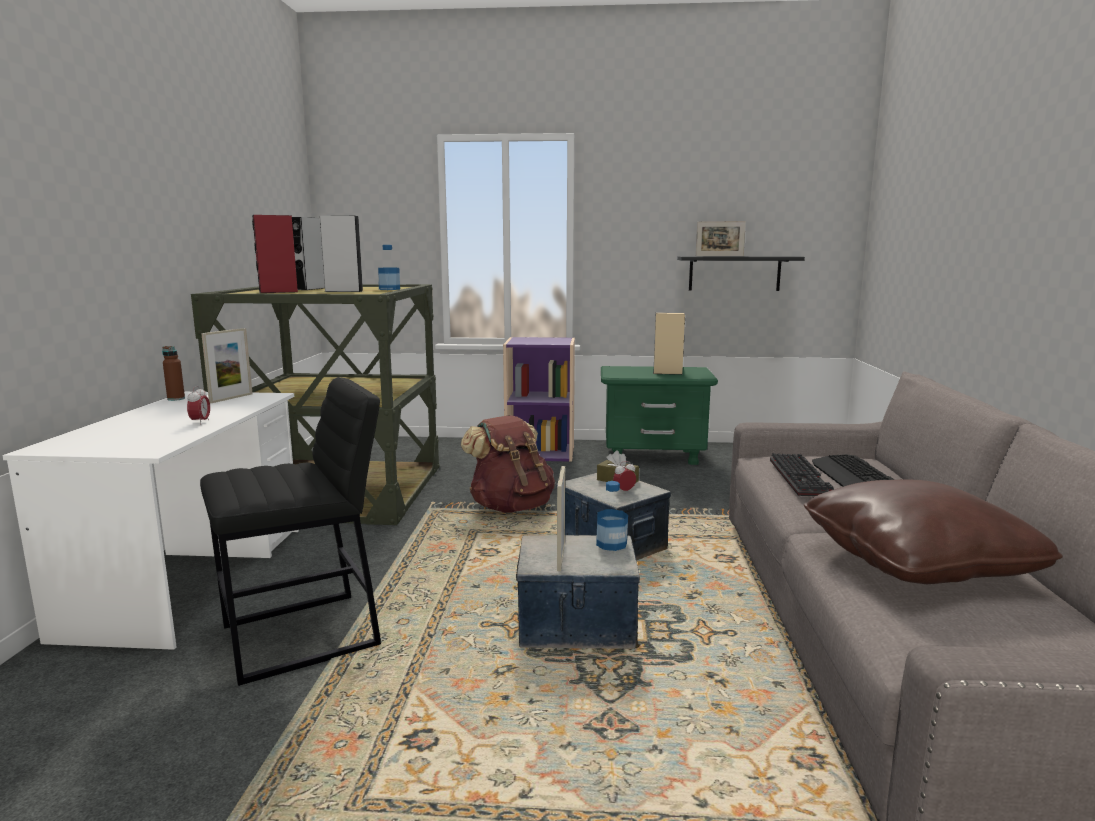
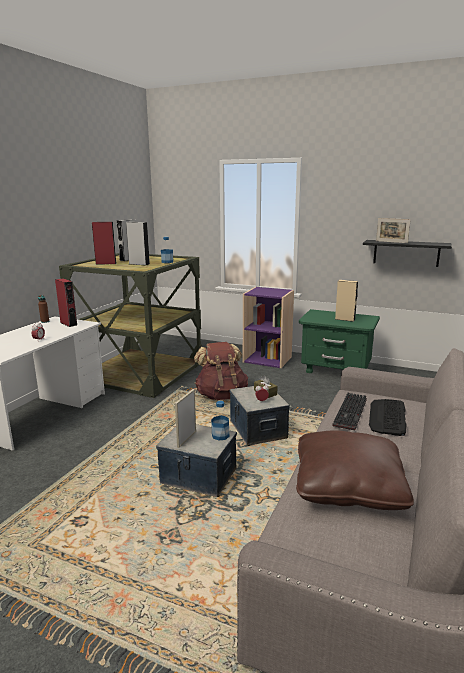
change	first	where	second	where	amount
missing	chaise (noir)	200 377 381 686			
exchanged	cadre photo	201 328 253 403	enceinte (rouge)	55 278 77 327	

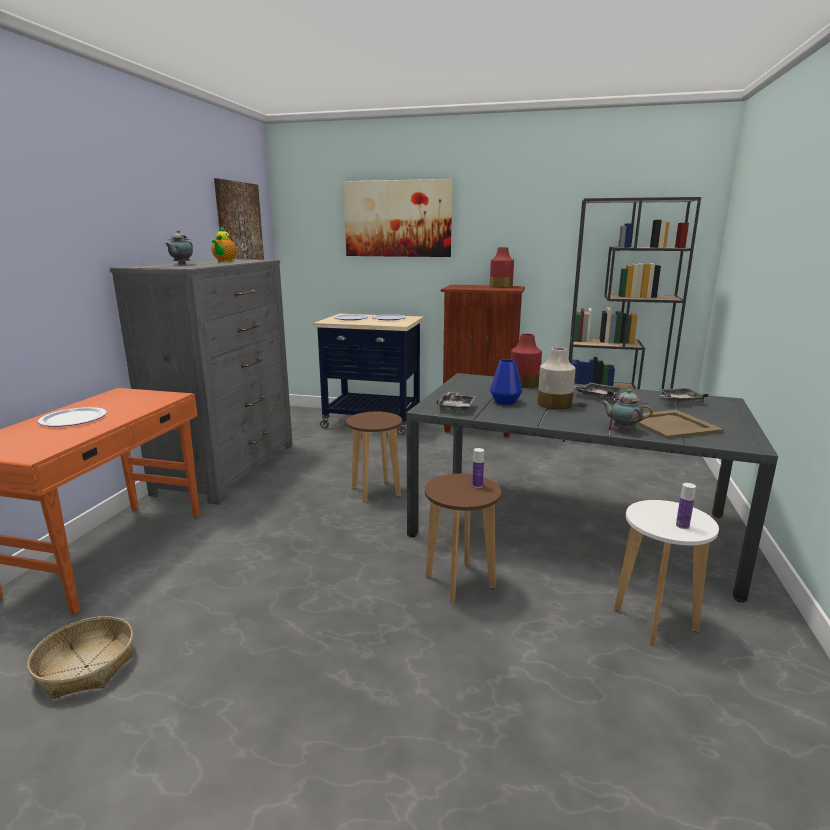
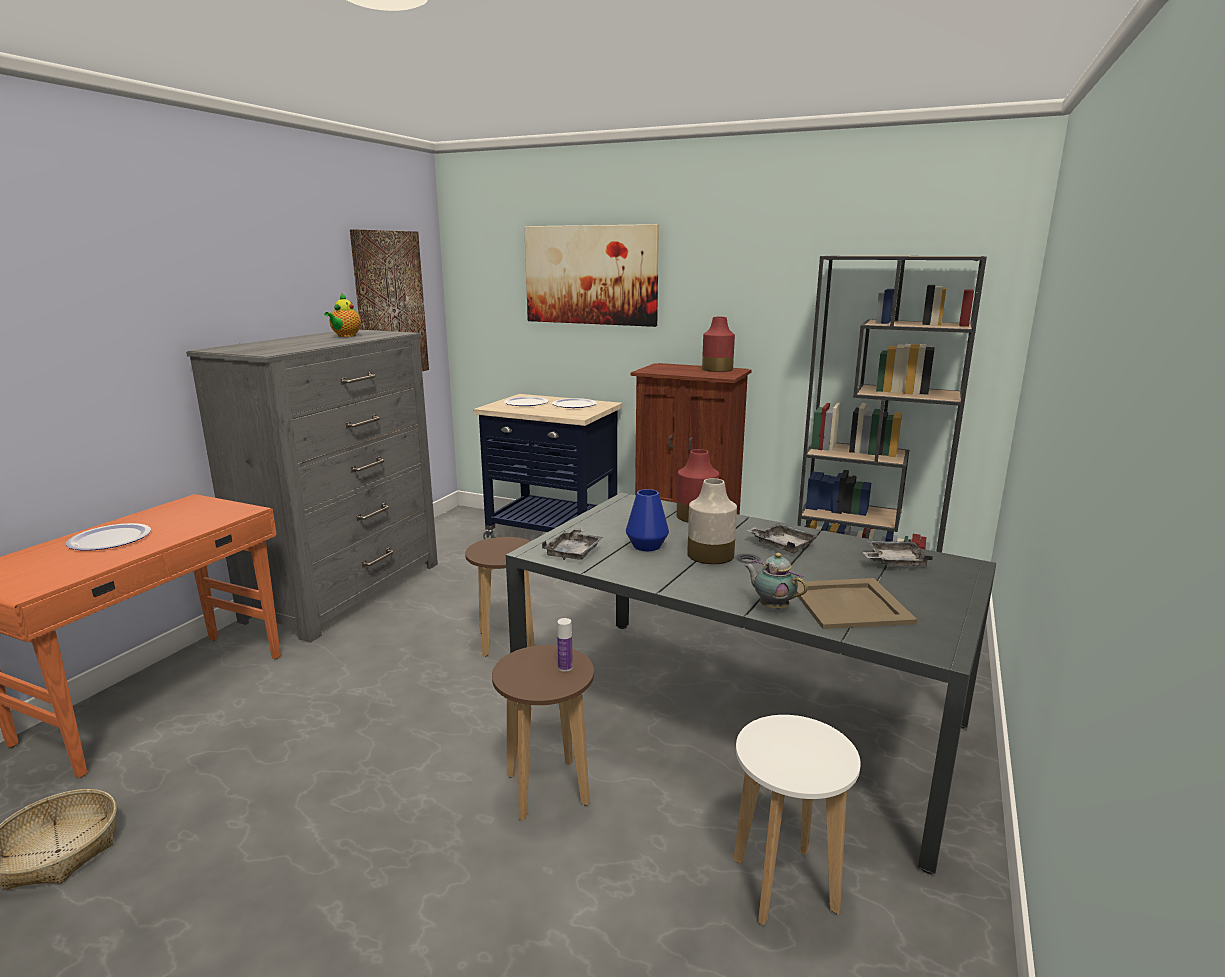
change	first	where	second	where	amount
missing	théière	165 230 193 265			
missing	bouteille	676 483 696 529			

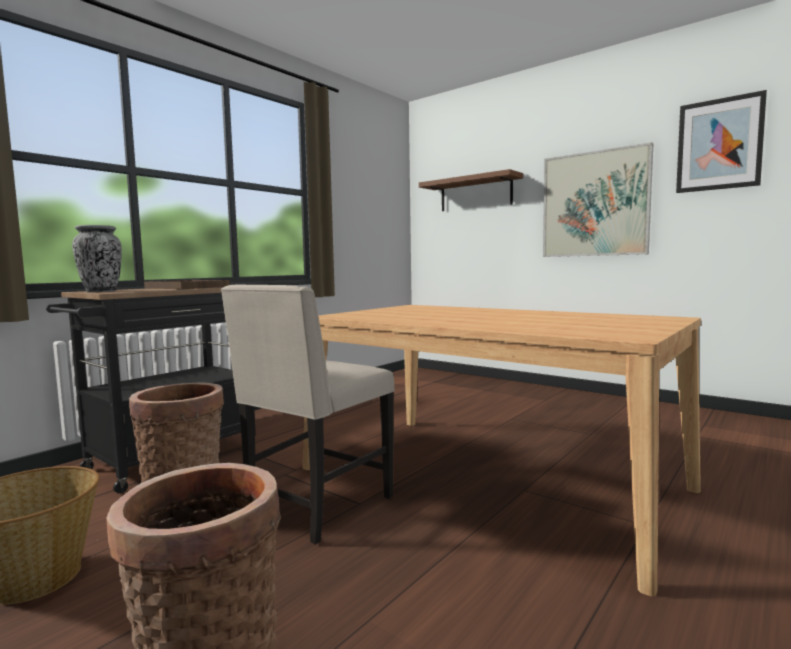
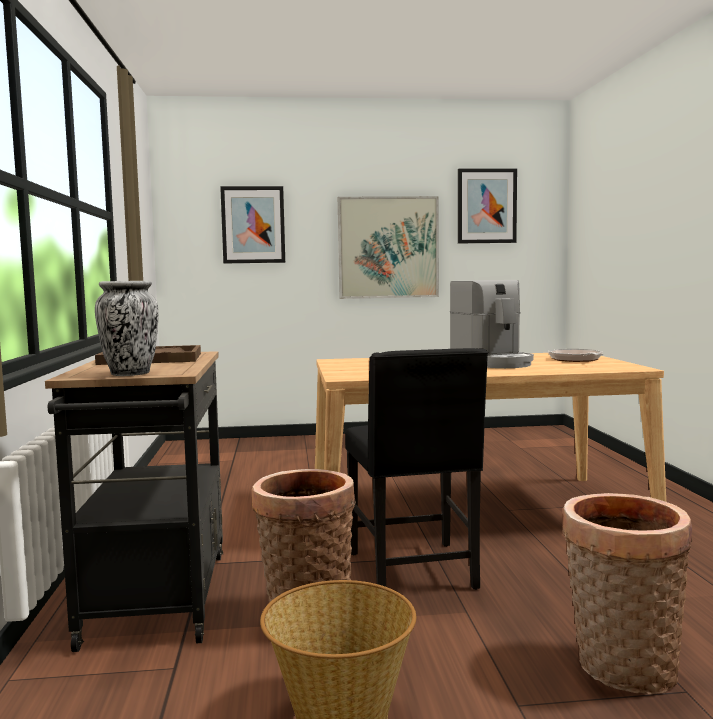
change	first	where	second	where	amount
appeared			machine à café	450 280 534 368	
appeared			poêle	548 349 604 362	
exchanged	étagère (marron)	419 169 523 211	tableau	220 186 285 263	
colour	chaise (beige)	221 285 395 545	chaise (noir)	345 348 488 590	

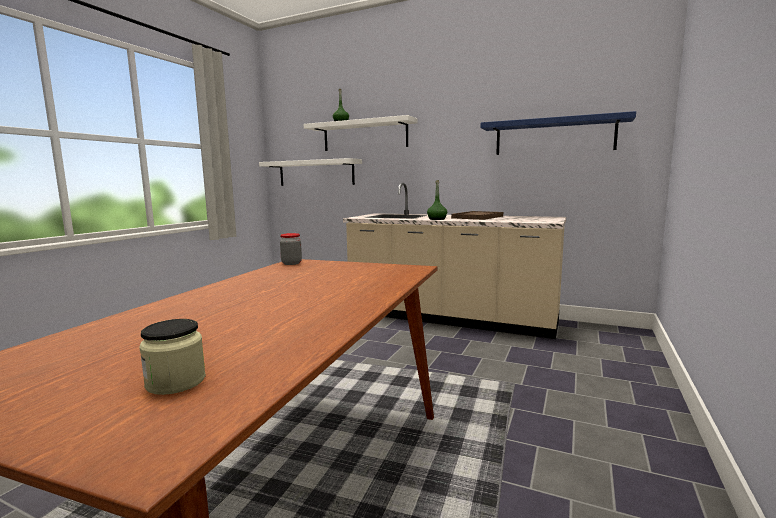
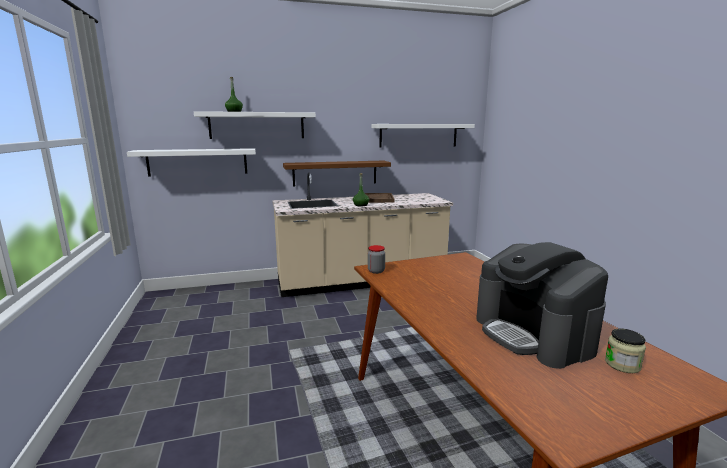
change	first	where	second	where	amount
appeared			étagère (marron)	283 161 391 187	
appeared			machine à café	476 242 608 369	
colour	étagère (bleu)	481 111 636 155	étagère (blanc)	372 124 475 148	

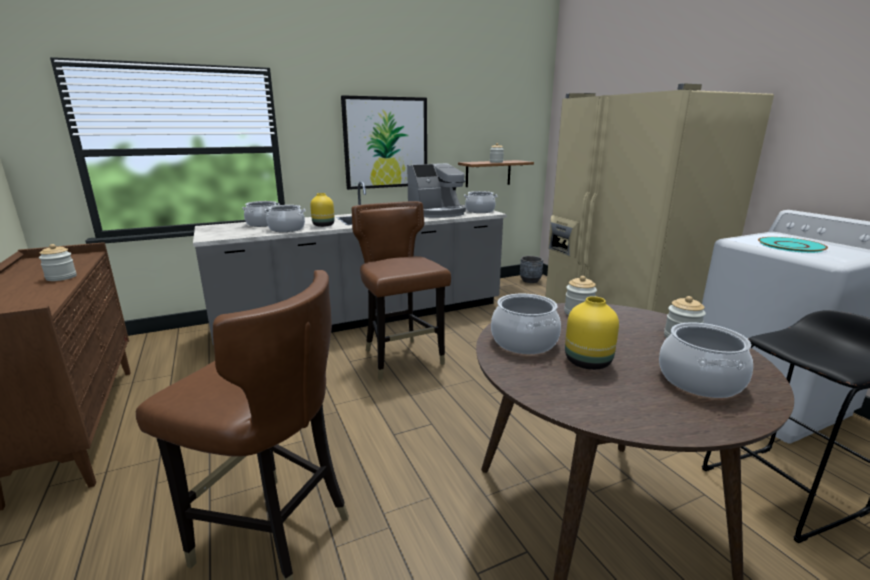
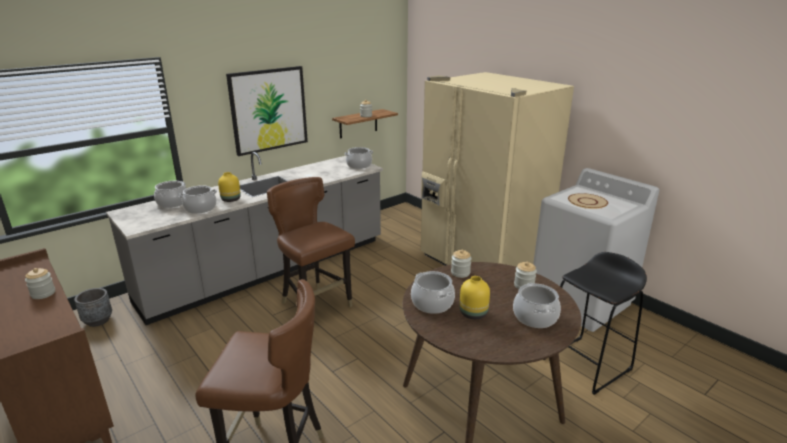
change	first	where	second	where	amount
missing	machine à café	407 163 466 218			
relocated	cache-pot (gris)	520 256 543 283		74 288 112 327	
colour	assiette (turquoise)	758 237 828 253	assiette (beige)	568 193 608 209	

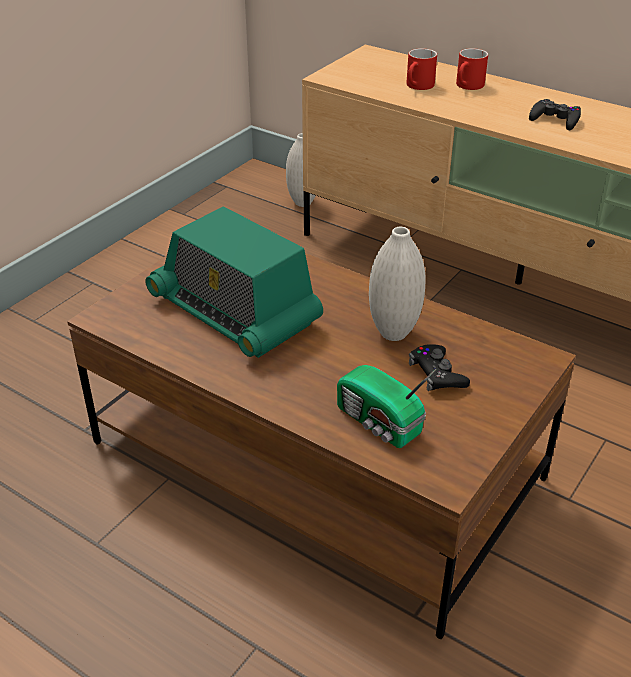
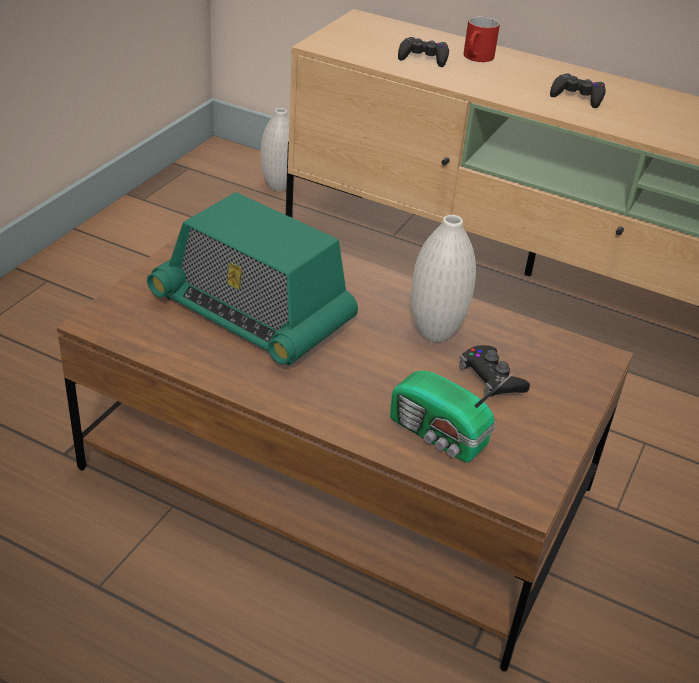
change	first	where	second	where	amount
exchanged	mug (rouge)	406 48 437 90	manette (noir)	398 37 449 67	

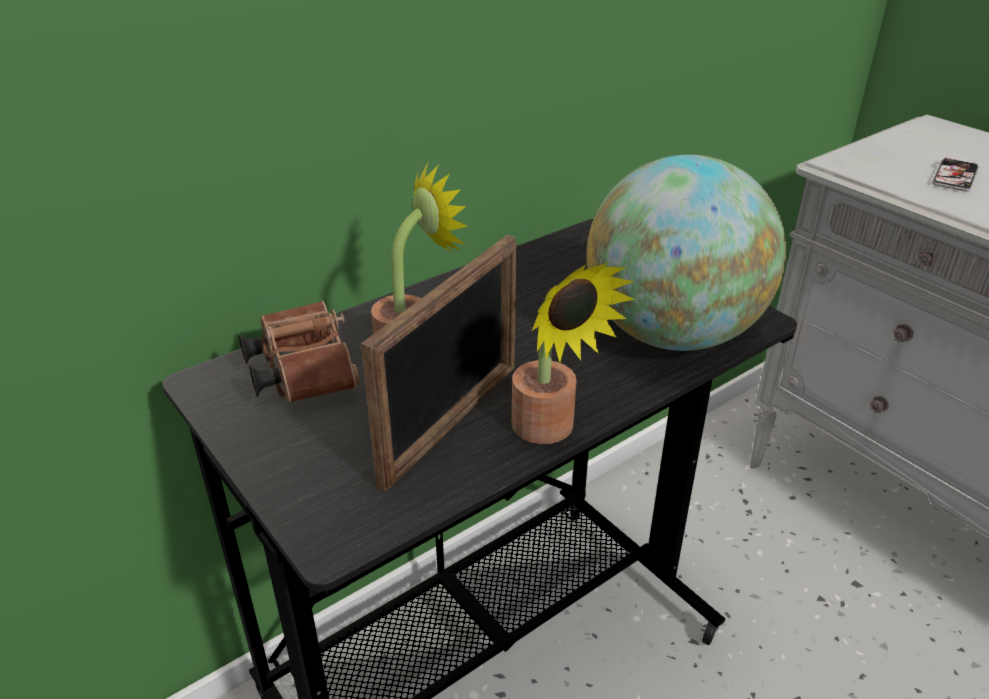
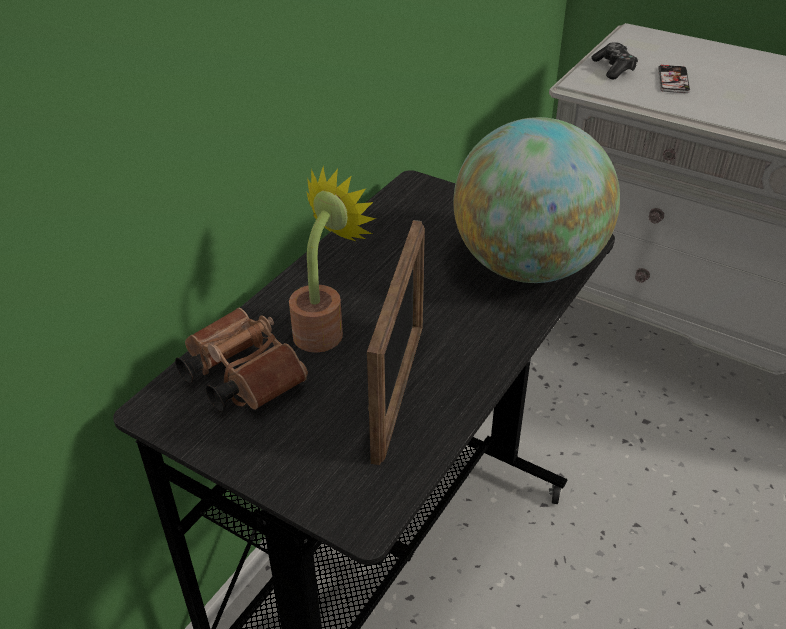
change	first	where	second	where	amount
missing	plante en pot	512 263 636 444			
appeared			manette	591 42 638 79	

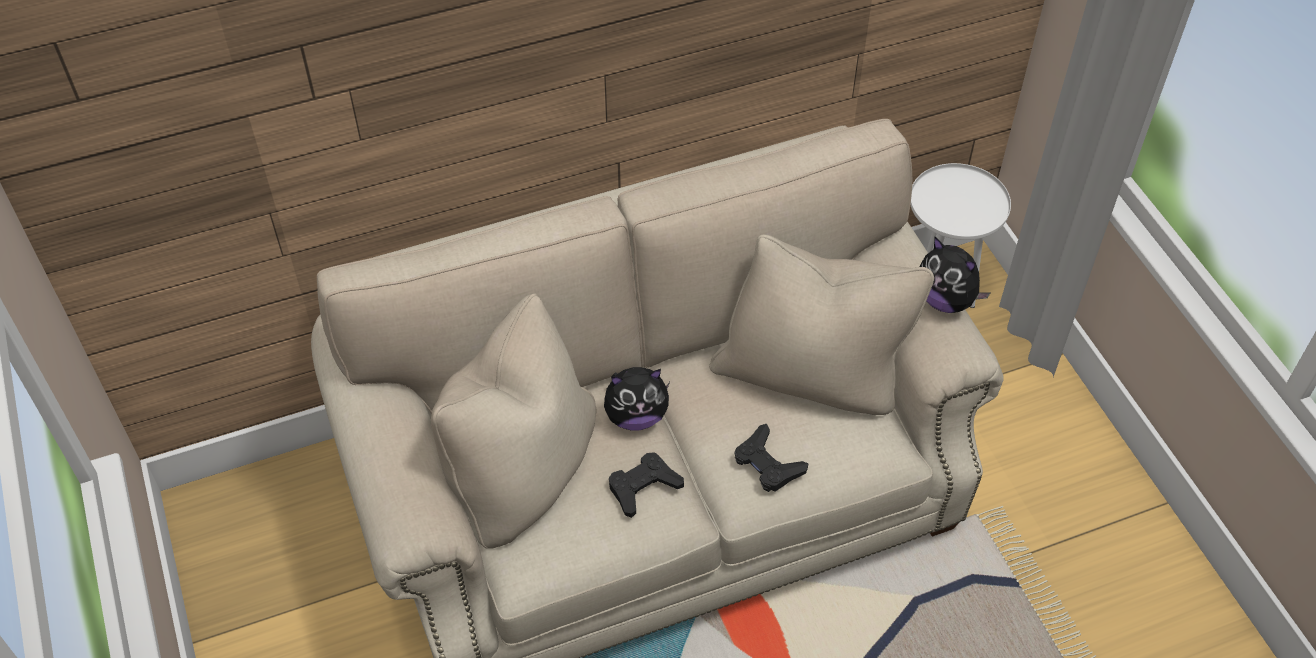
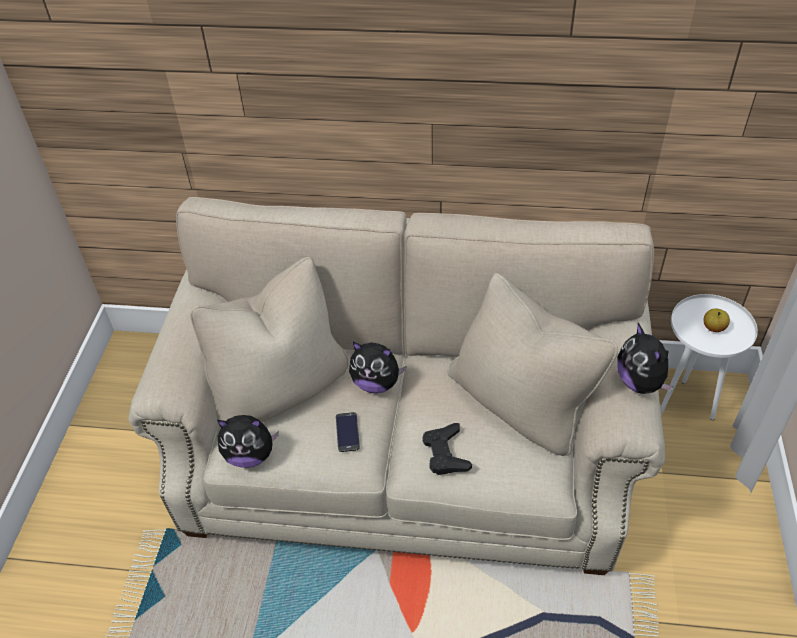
change	first	where	second	where	amount
appeared			peluche	217 415 279 468	
appeared			pomme	704 308 730 332	
exchanged	manette (noir)	609 452 684 518	téléphone	336 412 360 452	

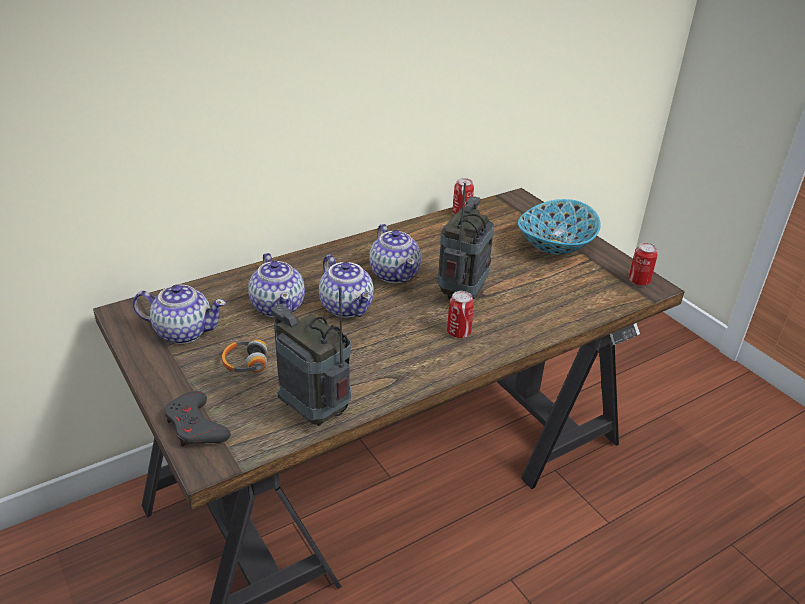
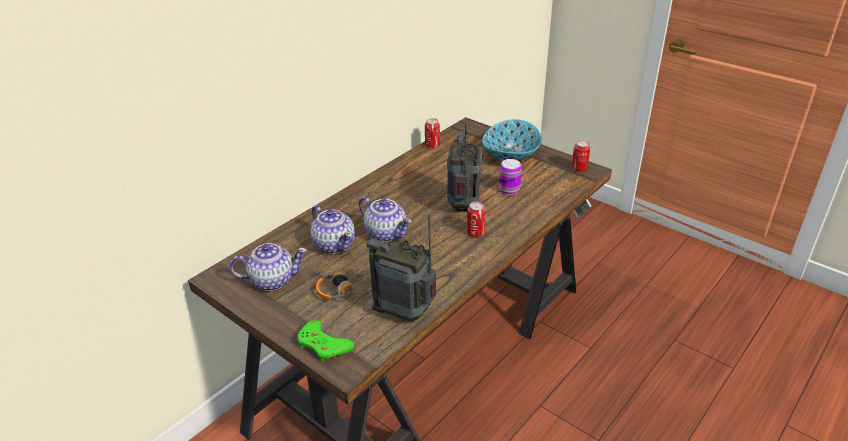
change	first	where	second	where	amount
missing	théière	369 224 421 283			
appeared			boîte métallique	499 159 522 195	
colour	manette (gris)	164 391 231 447	manette (vert)	297 320 354 362	

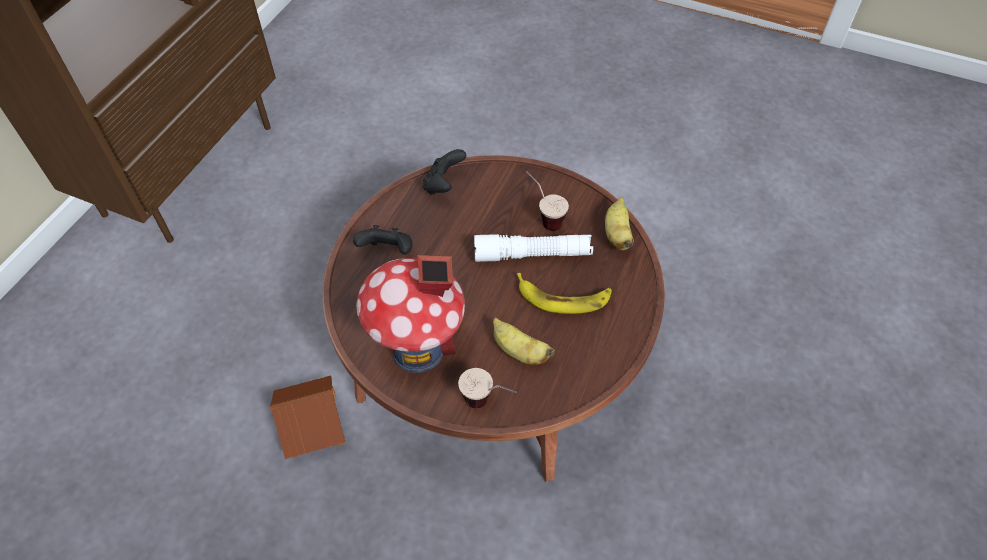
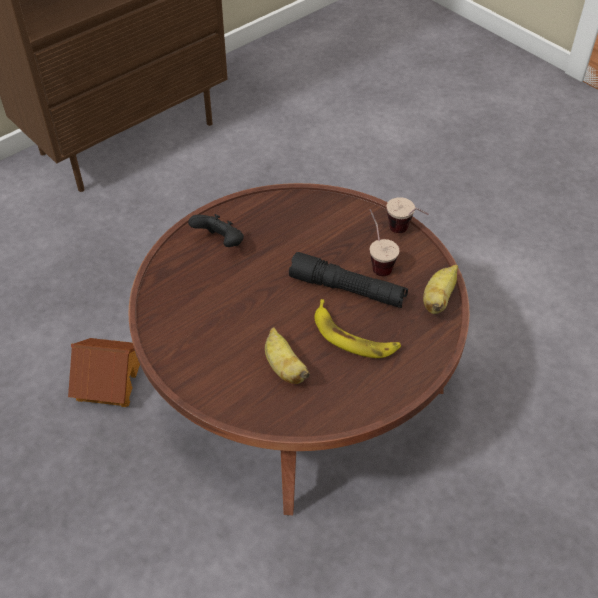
change	first	where	second	where	amount
missing	maison miniature	356 255 465 373			
missing	manette (noir)	423 149 466 195			
relocated	tasse	458 368 517 409		387 197 429 233	
colour	lampe de poche (blanc)	474 234 593 262	lampe de poche (noir)	289 252 408 308	

